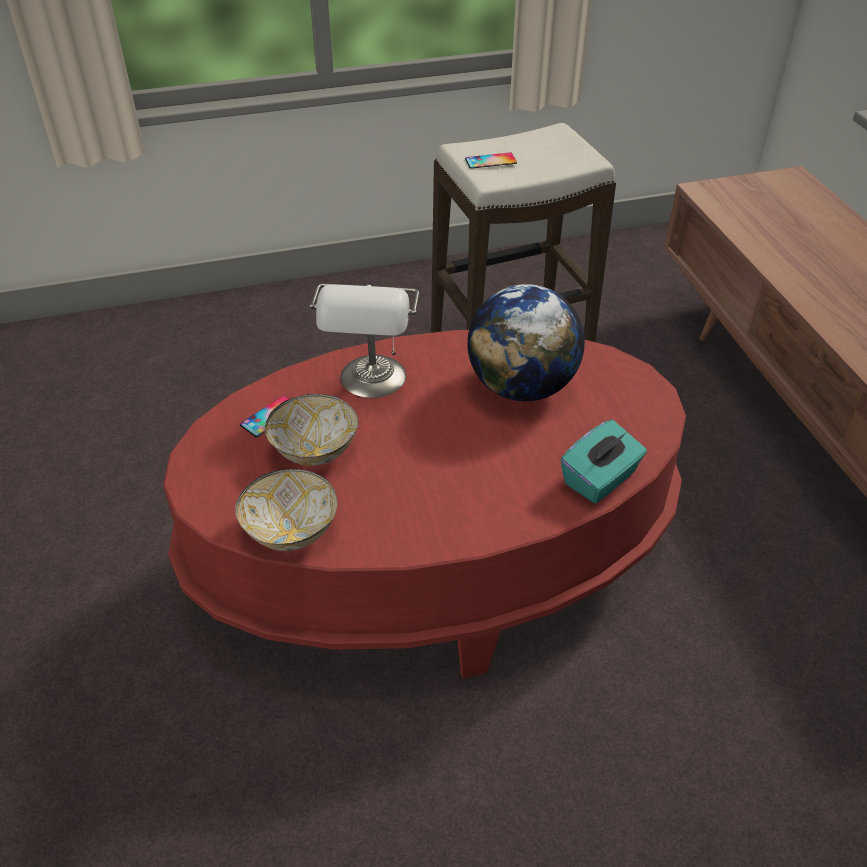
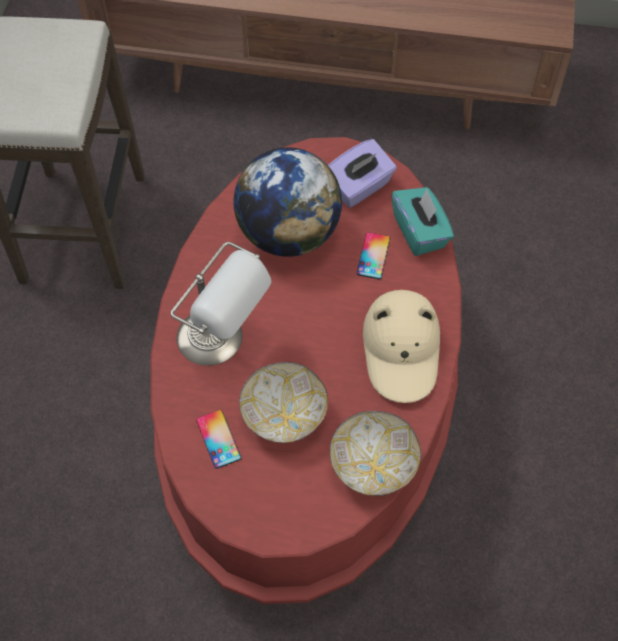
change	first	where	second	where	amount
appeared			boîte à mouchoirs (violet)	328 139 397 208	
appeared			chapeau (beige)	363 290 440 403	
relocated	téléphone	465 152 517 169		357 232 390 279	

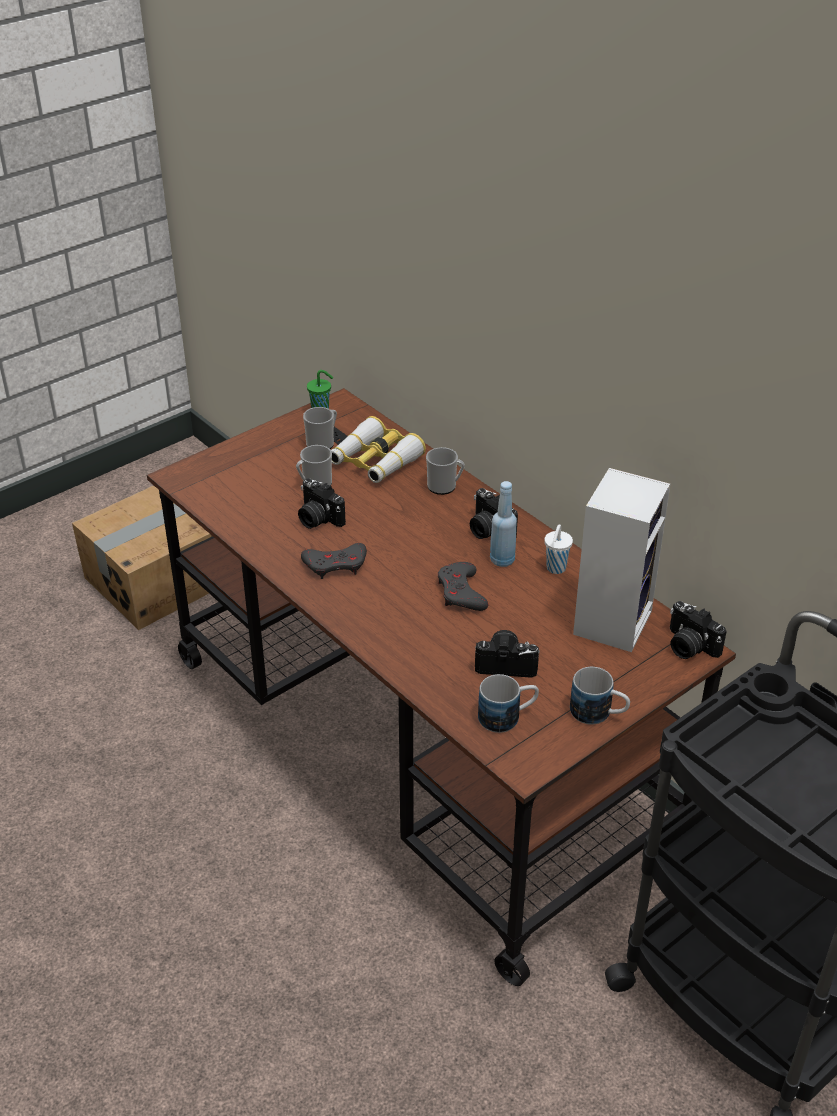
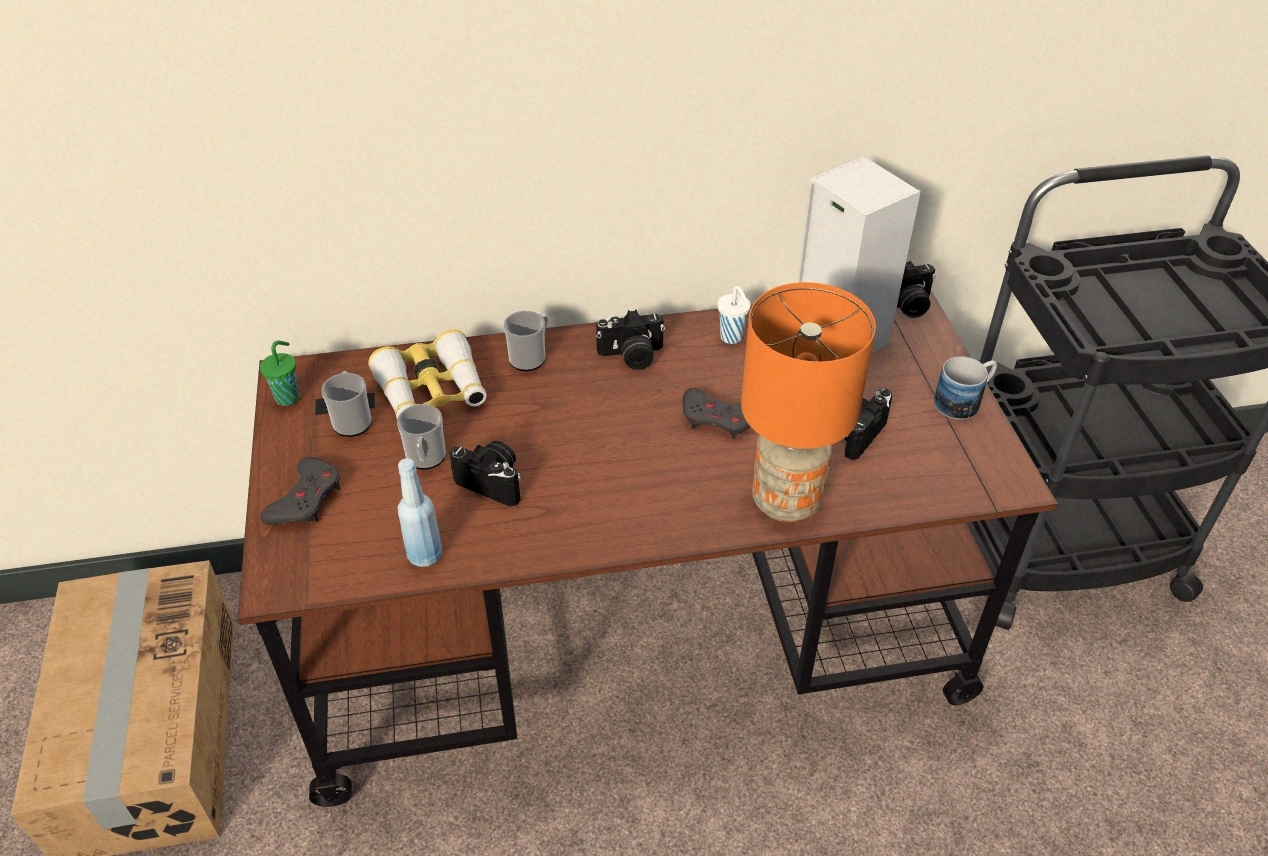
change	first	where	second	where	amount
missing	mug	478 674 539 733			
appeared			lampe de table (orange)	741 282 876 522	
relocated	manette (gris)	301 543 367 579		260 457 340 525	
relocated	bouteille (bleu)	490 481 517 567		398 458 442 567	
spun	appareil photo	298 478 346 529		449 441 521 506	135 degrees counterclockwise

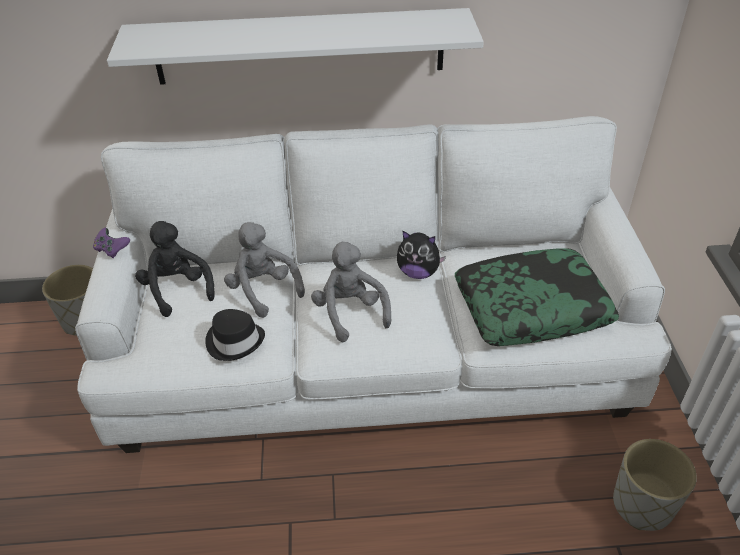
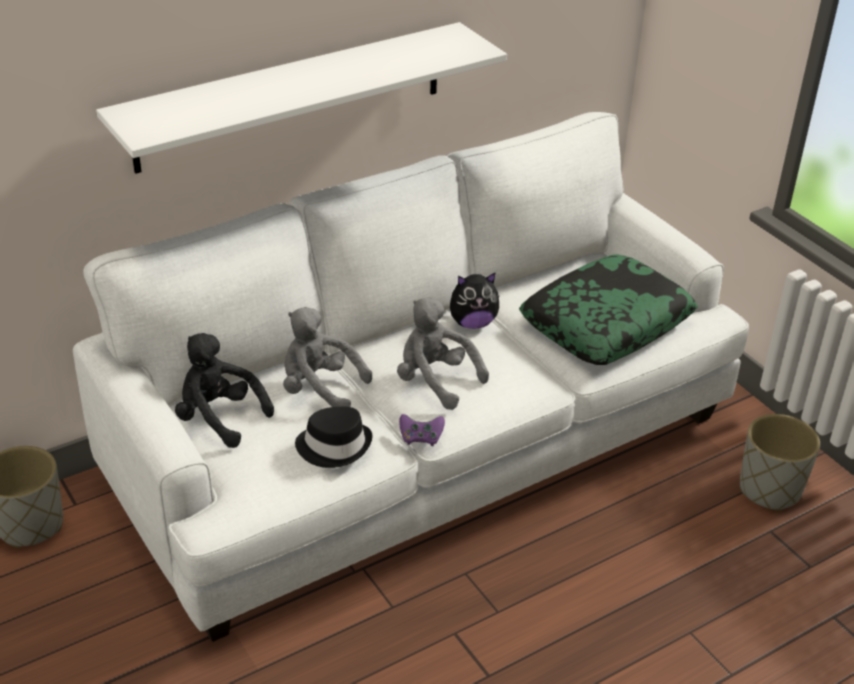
change	first	where	second	where	amount
relocated	manette (violet)	93 228 130 258		399 414 445 446	

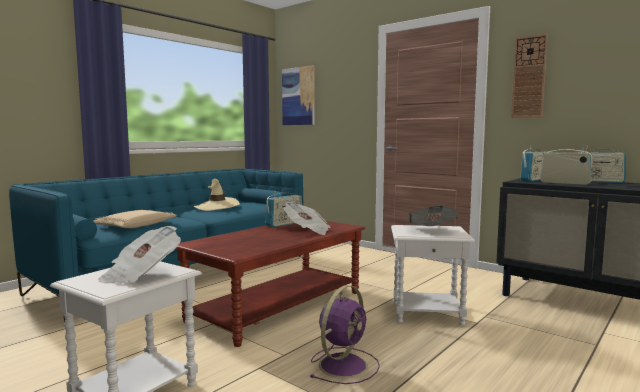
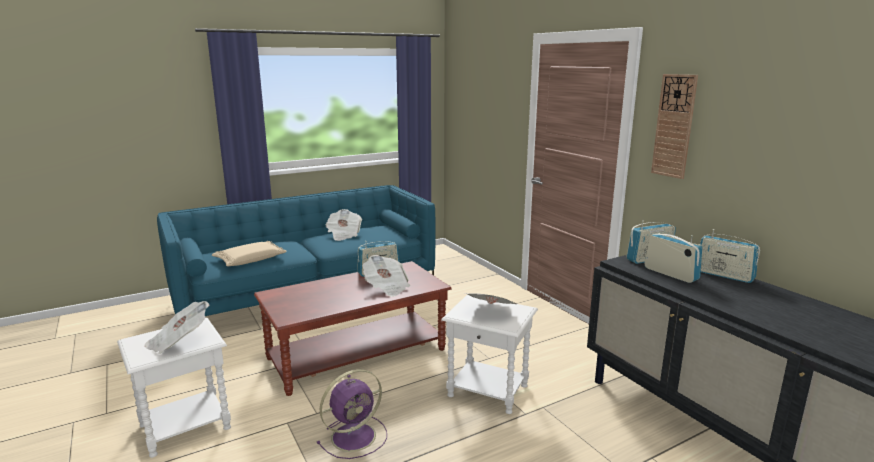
change	first	where	second	where	amount
missing	tableau	282 65 315 125			
exchanged	chapeau (beige)	194 179 240 211	journal	326 209 362 241	

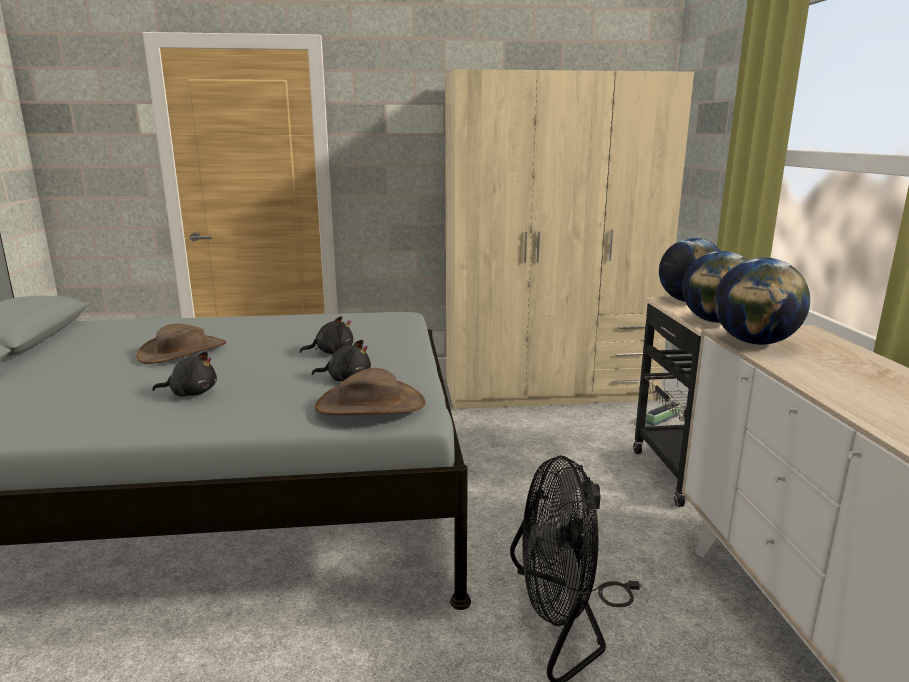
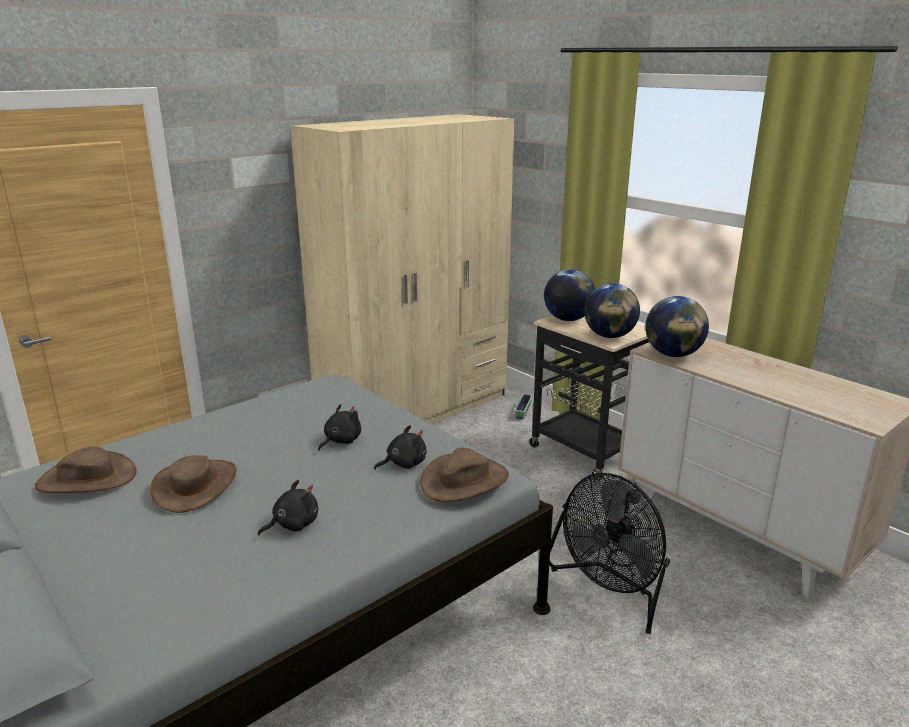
change	first	where	second	where	amount
appeared			chapeau (marron)	35 446 137 493	

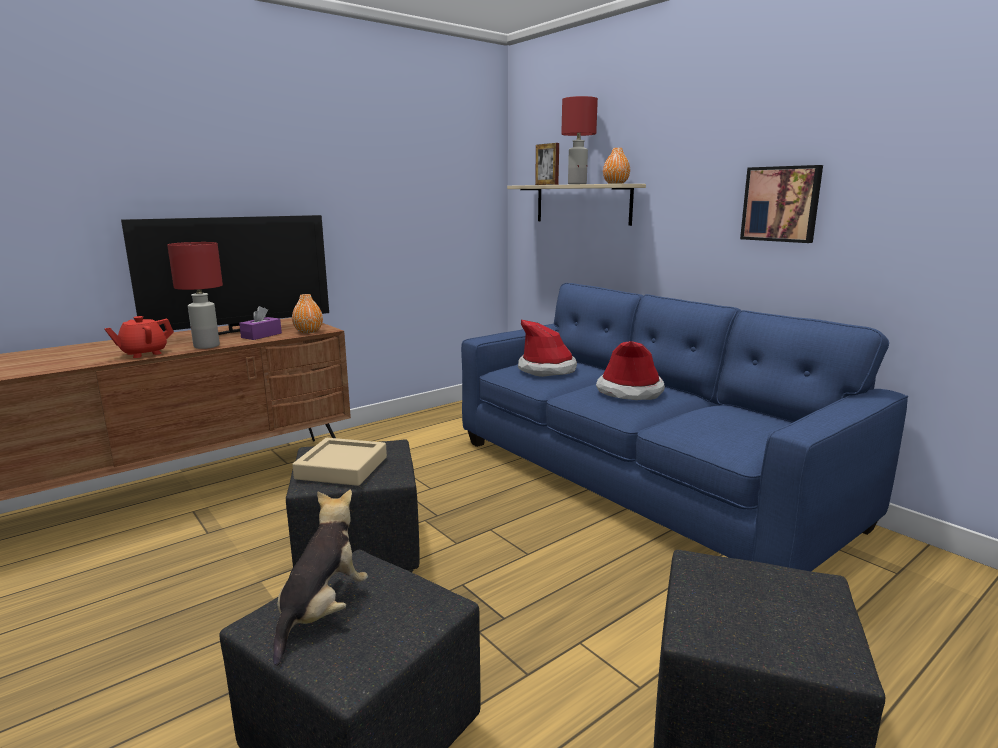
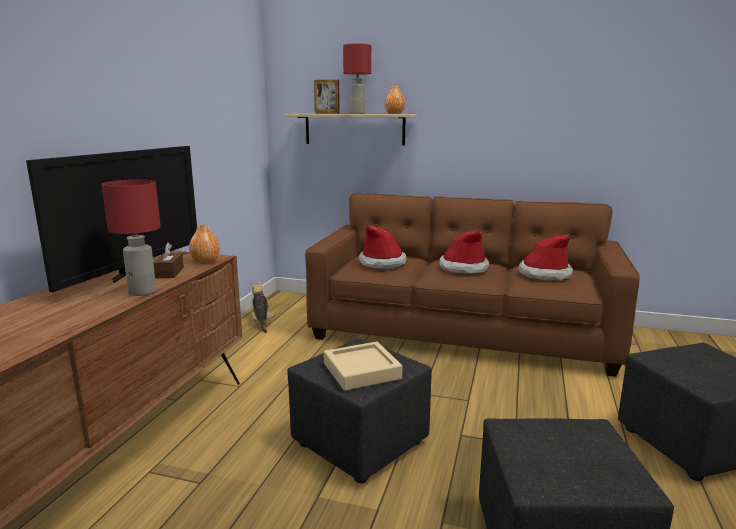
change	first	where	second	where	amount
missing	théière (rouge)	104 316 174 358			
missing	tableau	740 165 823 243			
appeared			chapeau	518 235 573 280	
relocated	peluche	273 490 368 666		251 281 274 333	
colour	boîte à mouchoirs (violet)	239 306 282 340	boîte à mouchoirs (marron)	153 243 184 278	
colour	canapé (bleu)	461 283 908 571	canapé (marron)	305 193 640 377	

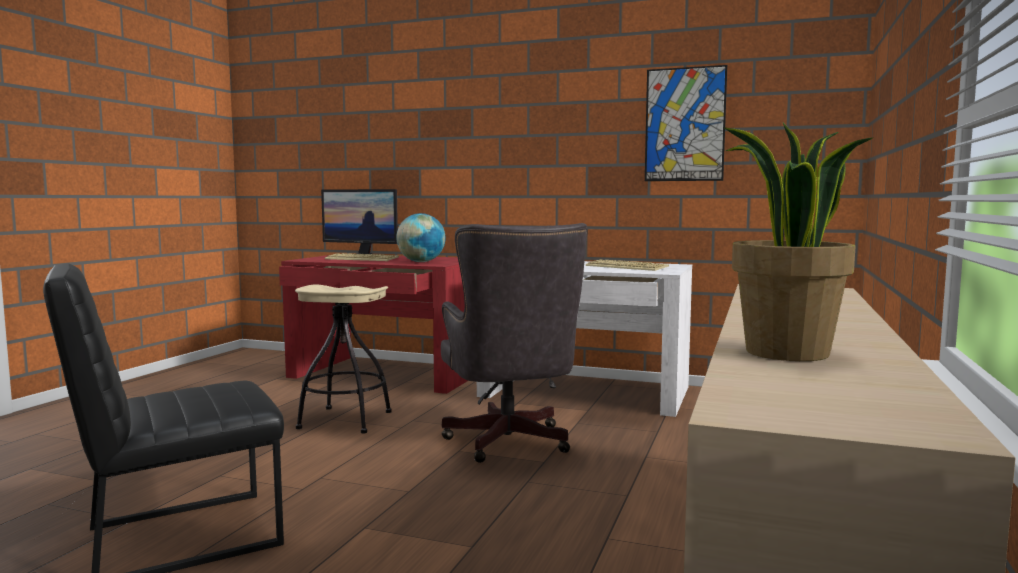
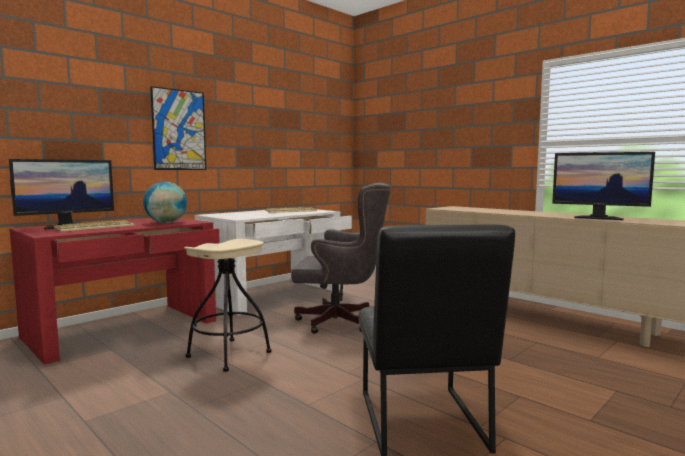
change	first	where	second	where	amount
relocated	tableau	645 65 727 181		150 86 206 170	
exchanged	plante en pot	725 123 874 361	écran d'ordinateur	552 152 655 220	

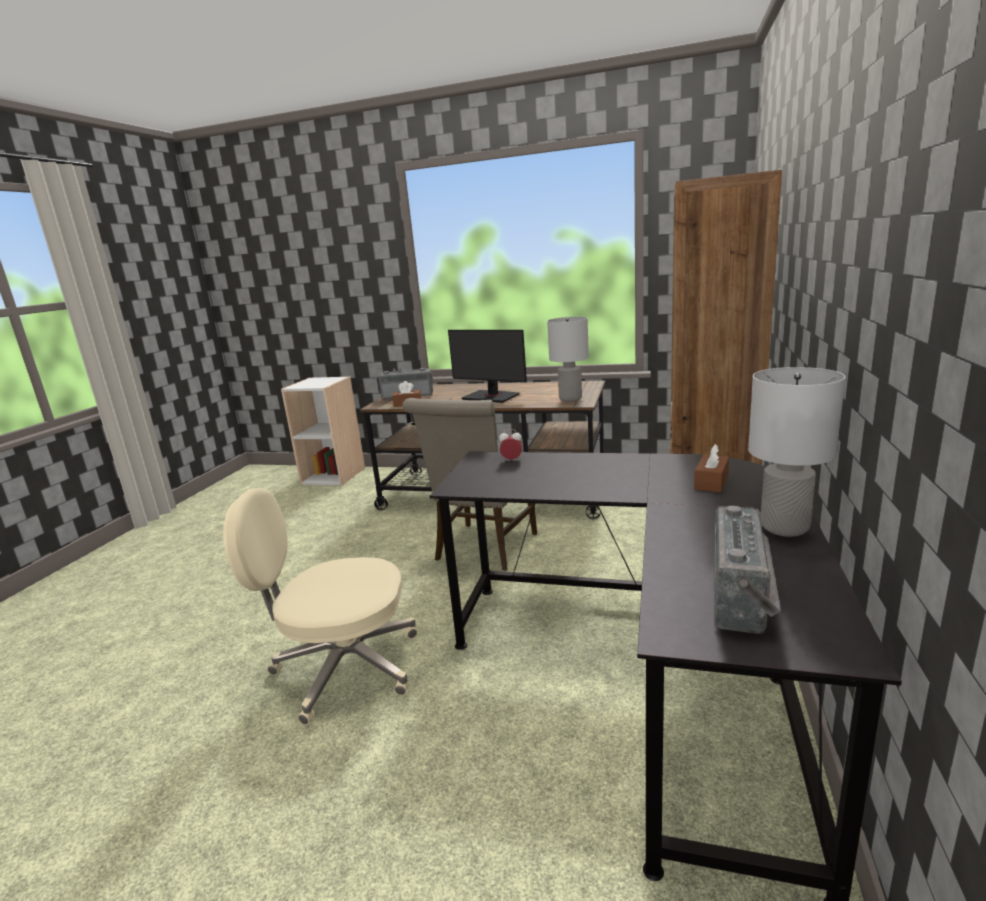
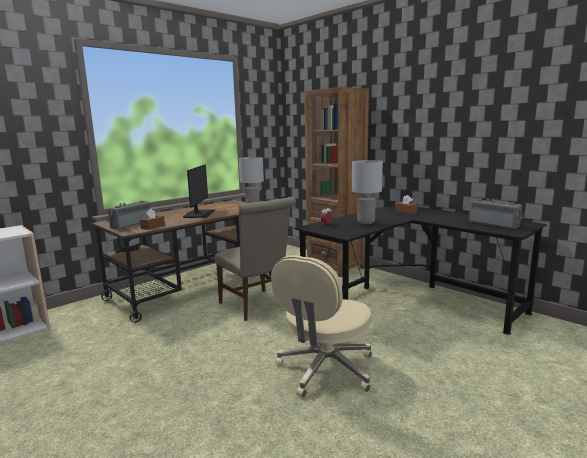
change	first	where	second	where	amount
relocated	lampe de table (gris)	748 367 845 537		352 160 383 224	
spun	écran d'ordinateur	448 330 527 403		183 164 216 218	60 degrees counterclockwise

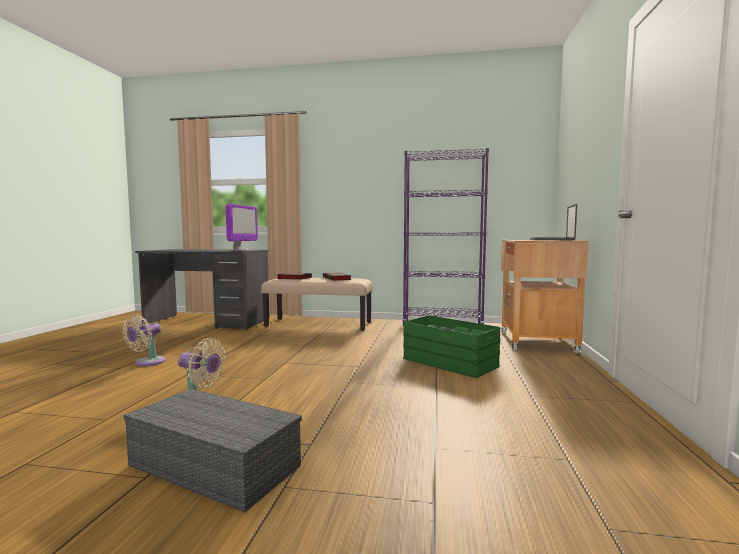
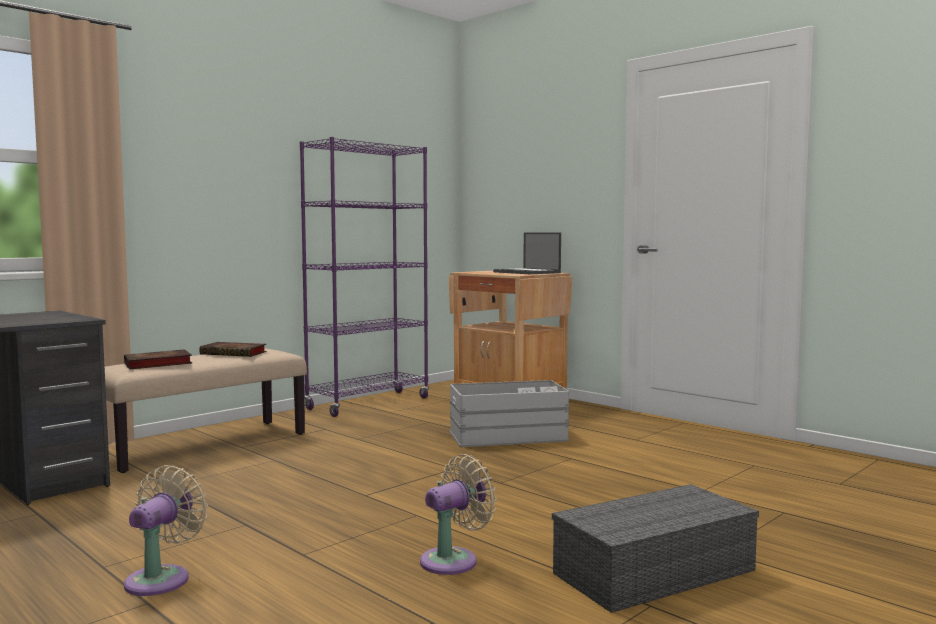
change	first	where	second	where	amount
missing	écran d'ordinateur	226 204 258 251			
colour	boîte de rangement (vert)	403 316 501 378	boîte de rangement (gris)	450 380 569 447	
spun	ventilateur (beige)	122 314 166 366		124 465 208 596	135 degrees counterclockwise

